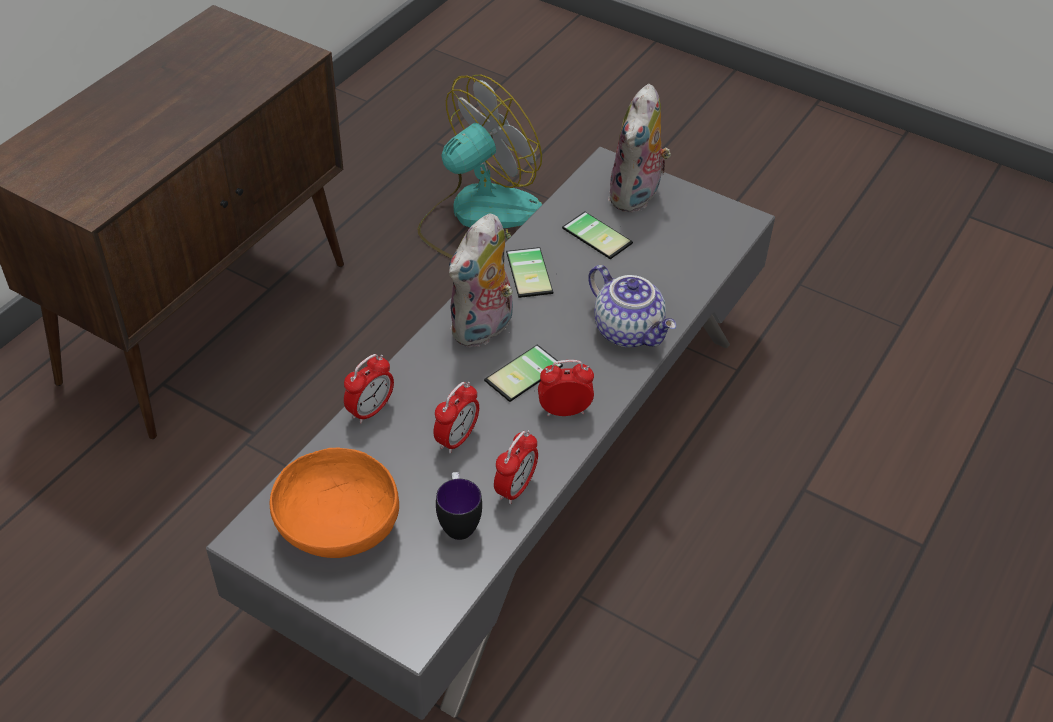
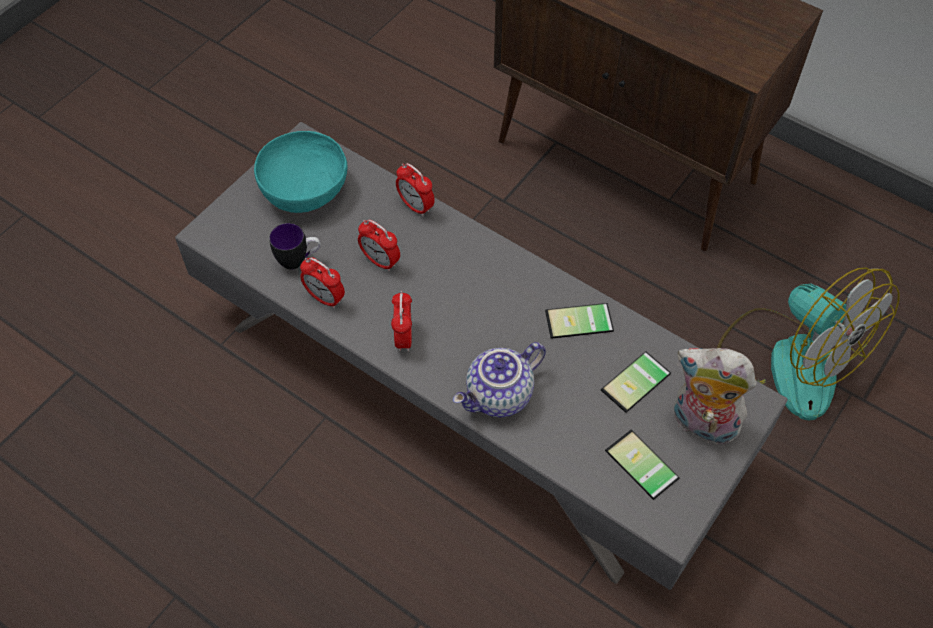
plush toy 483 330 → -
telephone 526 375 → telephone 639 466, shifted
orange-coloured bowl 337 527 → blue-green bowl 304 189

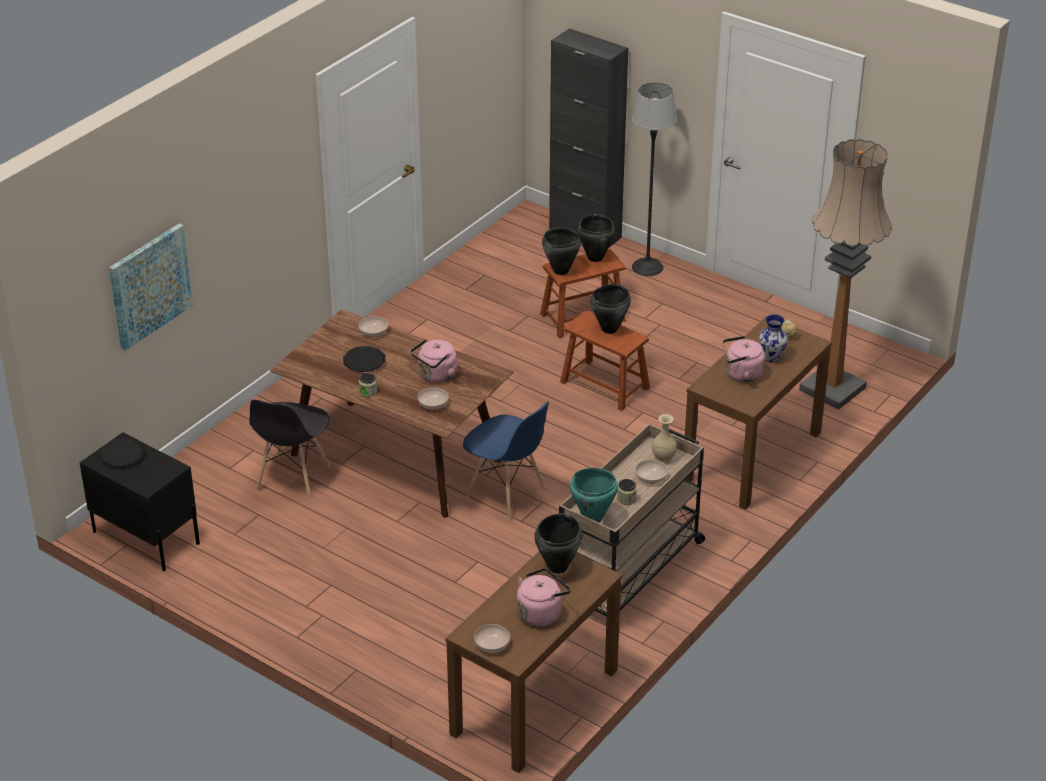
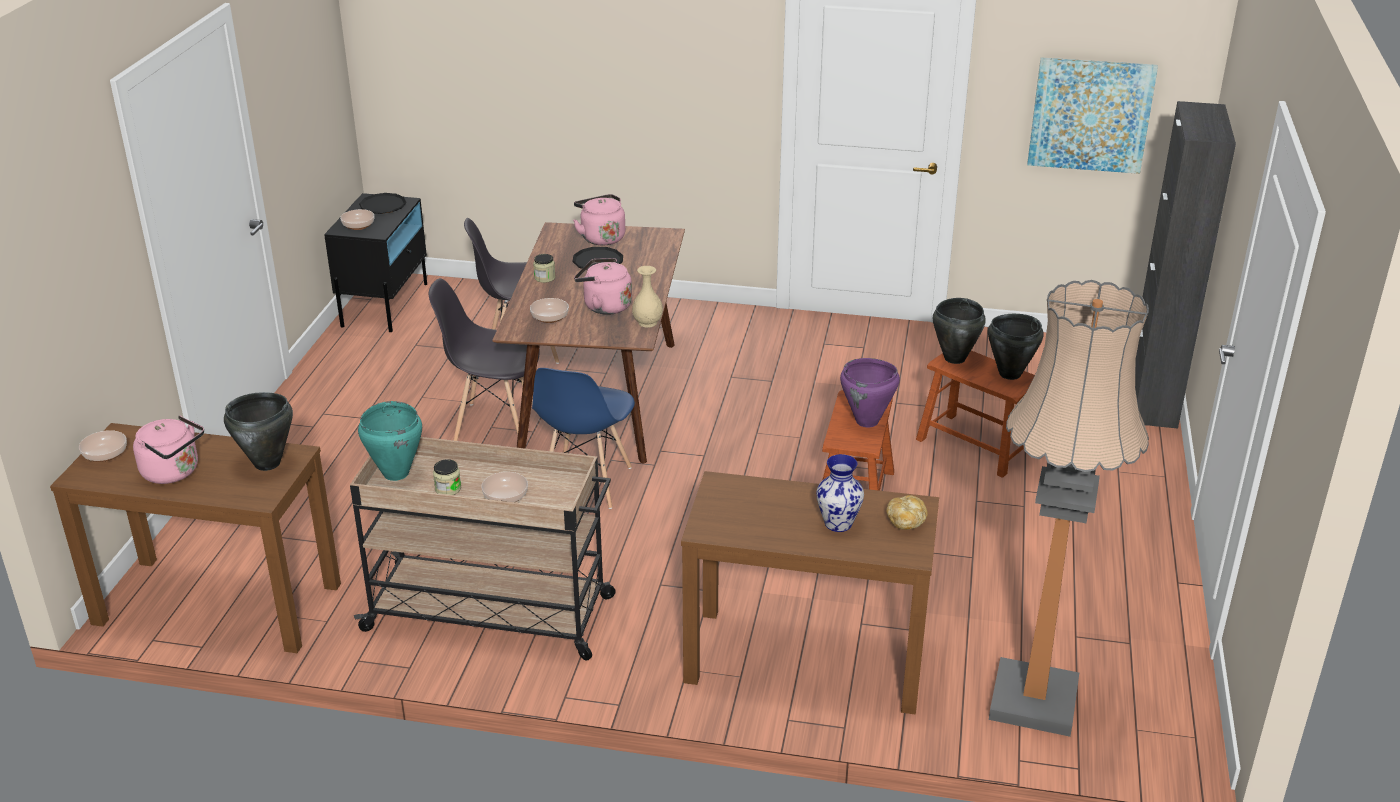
floor lamp 647 267 → -
- → gray chair 494 424
picture 149 285 → picture 1090 114, shifted
bowl 373 331 → bowl 359 225, shifted
sand-coloured vase 663 457 → sand-coloured vase 648 322, shifted
pink water kettle 741 374 → pink water kettle 601 237, shifted
blackish cooking pot 610 329 → purple cooking pot 867 421

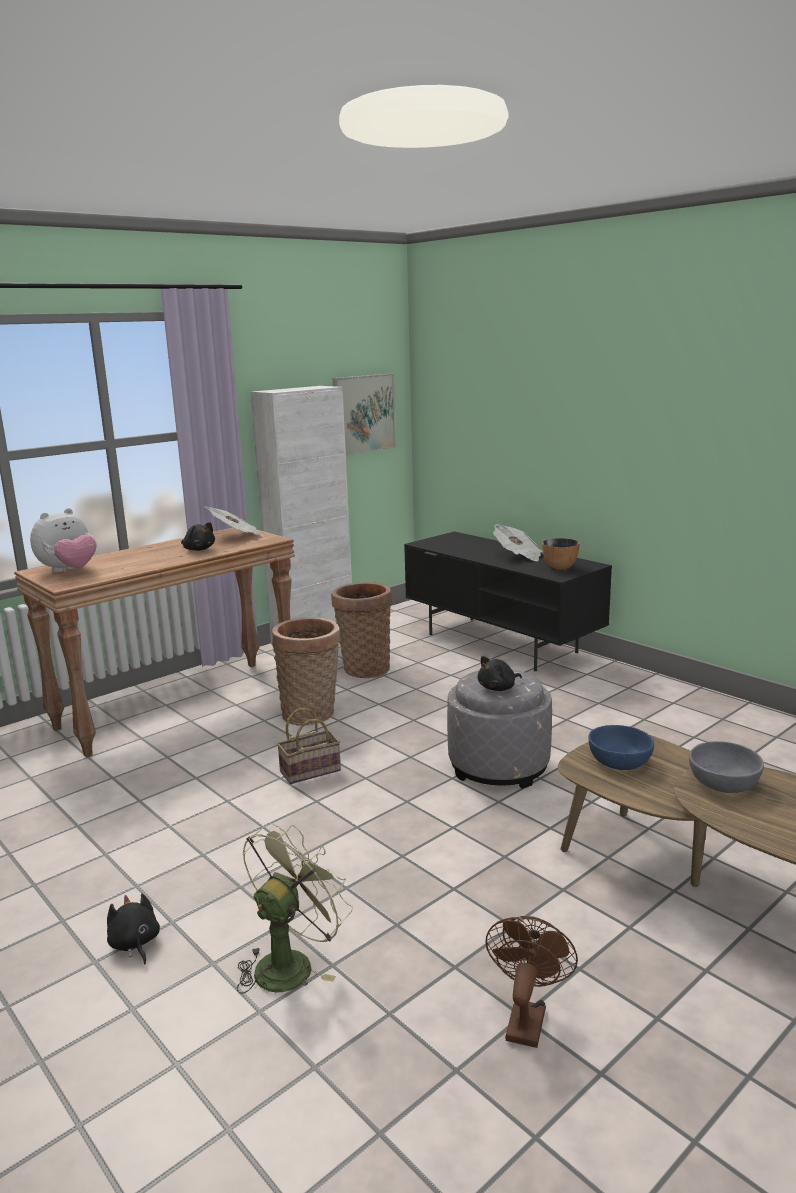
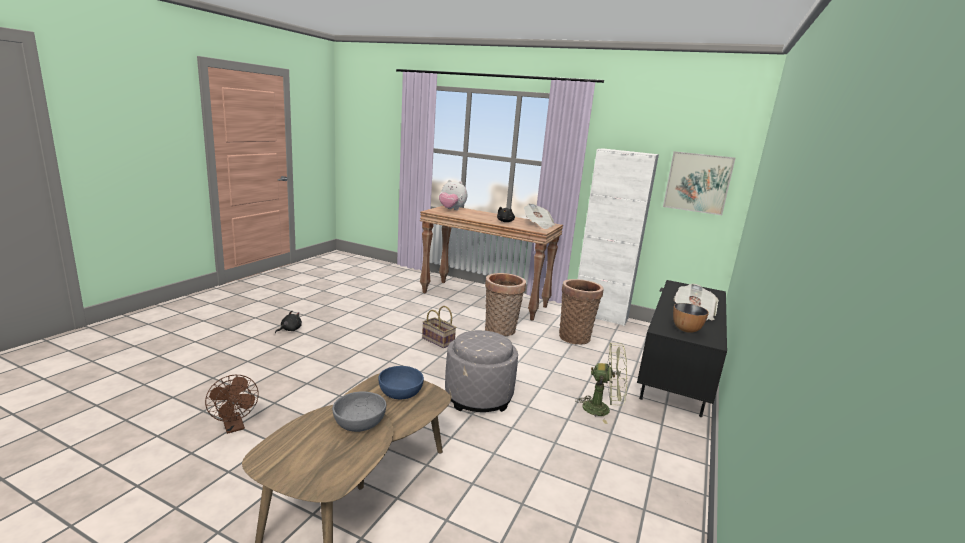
blackish plush toy 498 688 → -
green fan 291 962 → green fan 602 409, shifted
brown-coloured fan 526 1017 → brown-coloured fan 234 427, 60 degrees clockwise

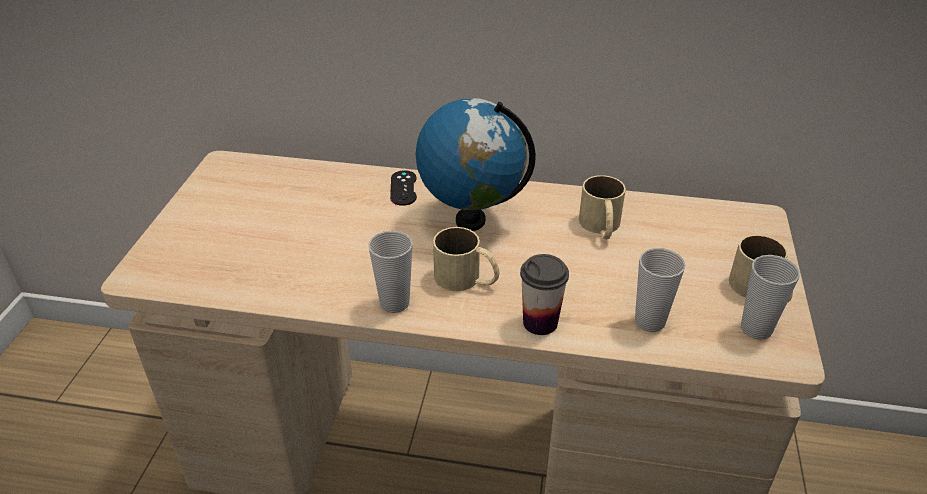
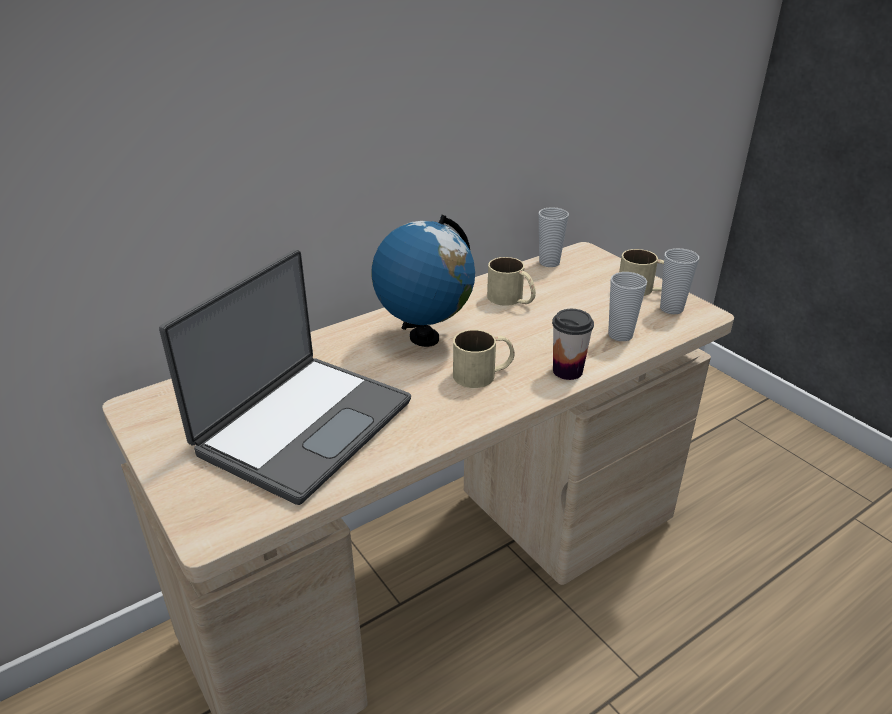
blackish joypad 403 188 → -
- → laptop 302 425
cup 394 303 → cup 549 263, shifted

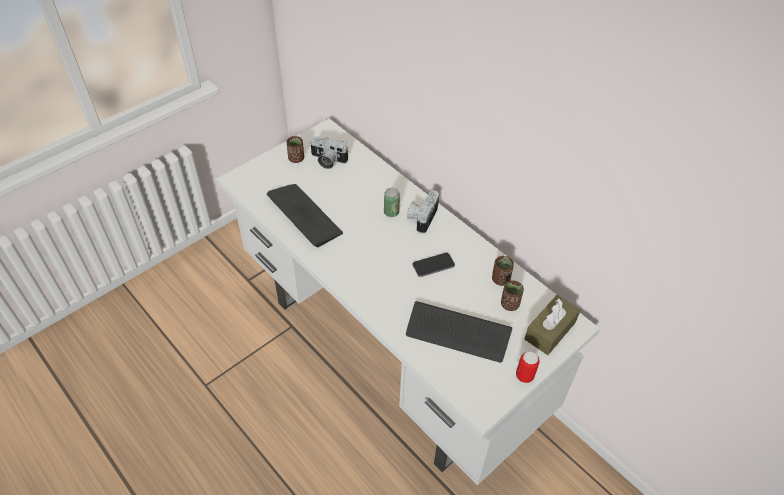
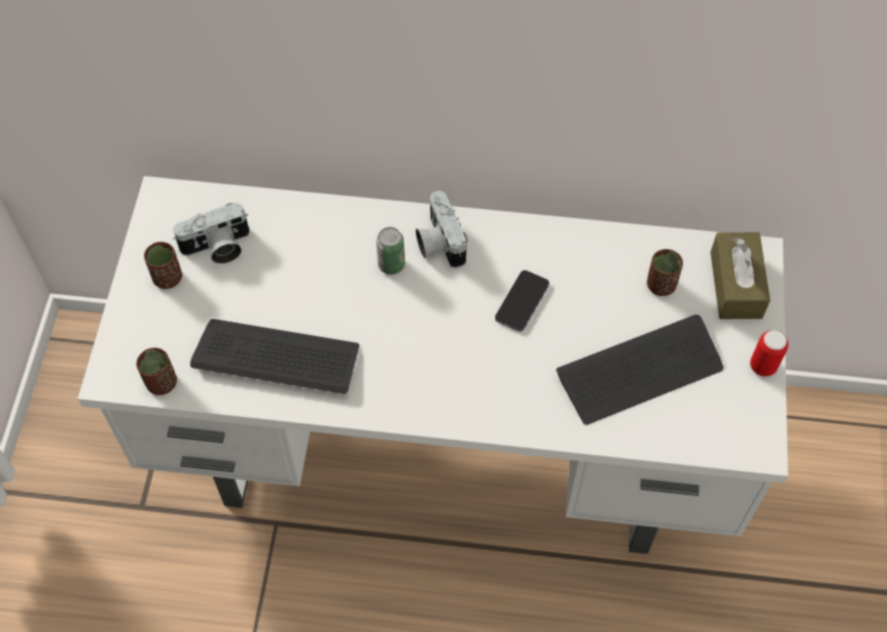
brown-coloured cup 500 279 → brown-coloured cup 161 383, shifted

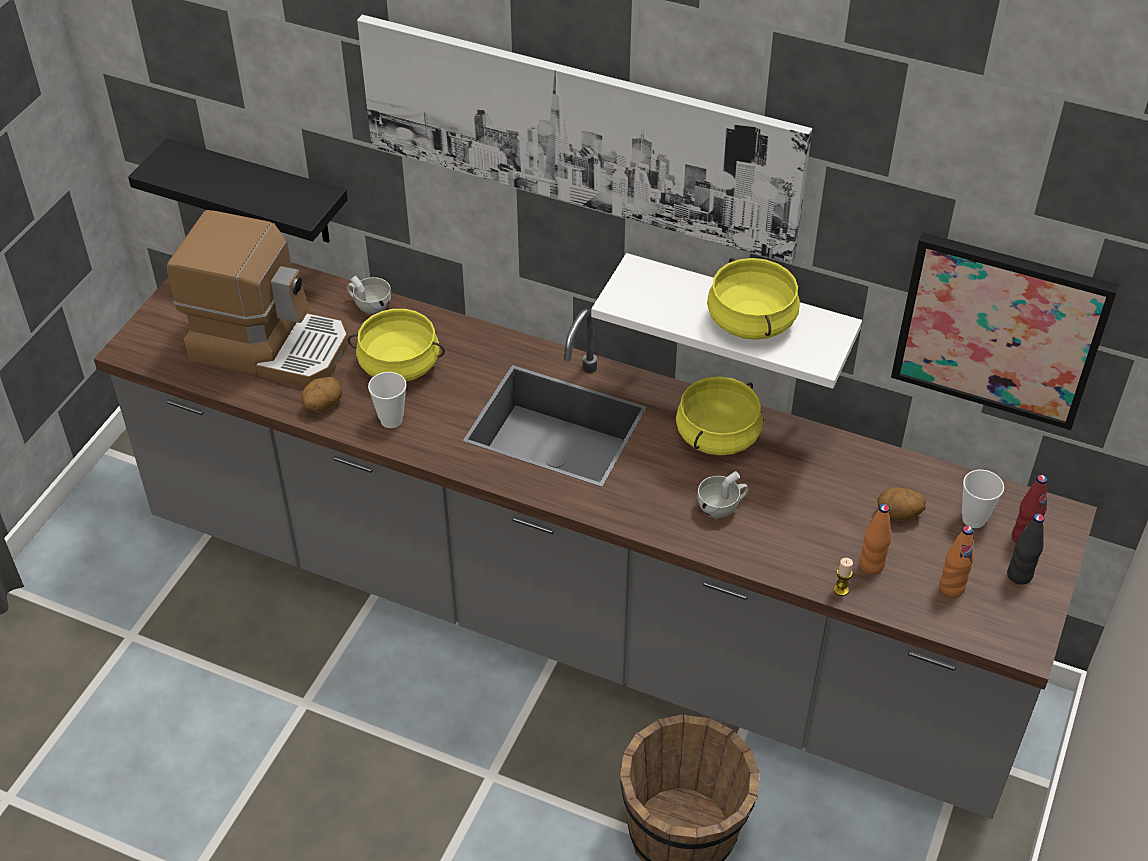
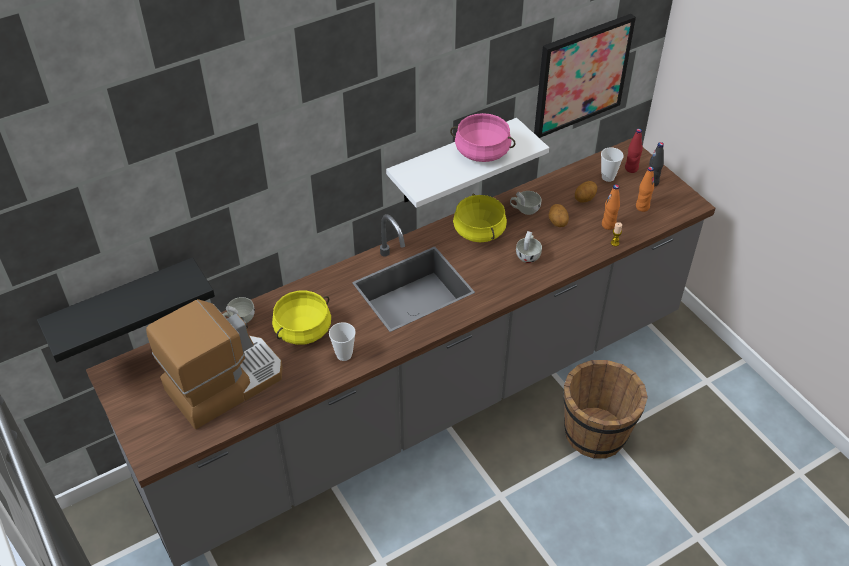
picture 578 135 → -
- → white-coloured cup 524 209
whole potato 323 405 → whole potato 557 223, shifted
yellow-coloured cooking pot 750 320 → pink cooking pot 482 152

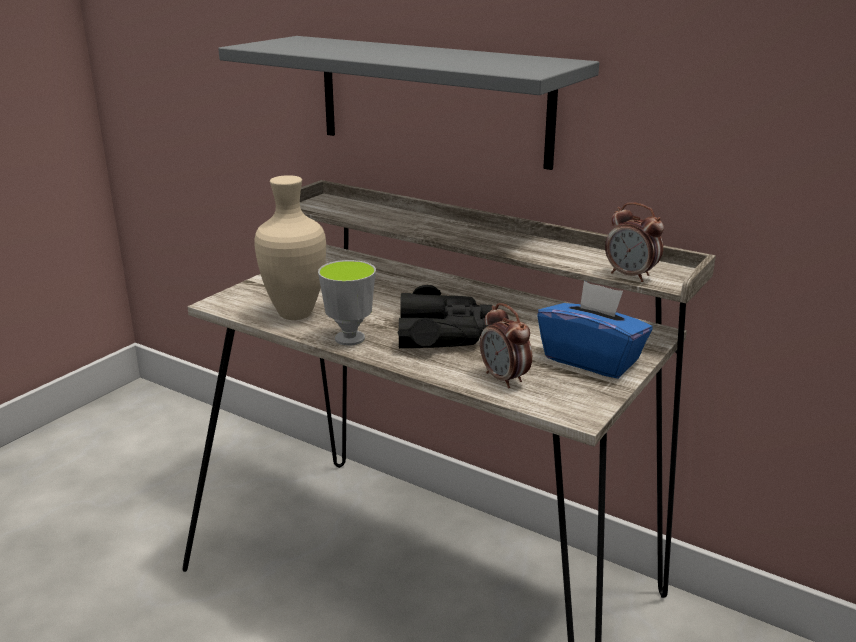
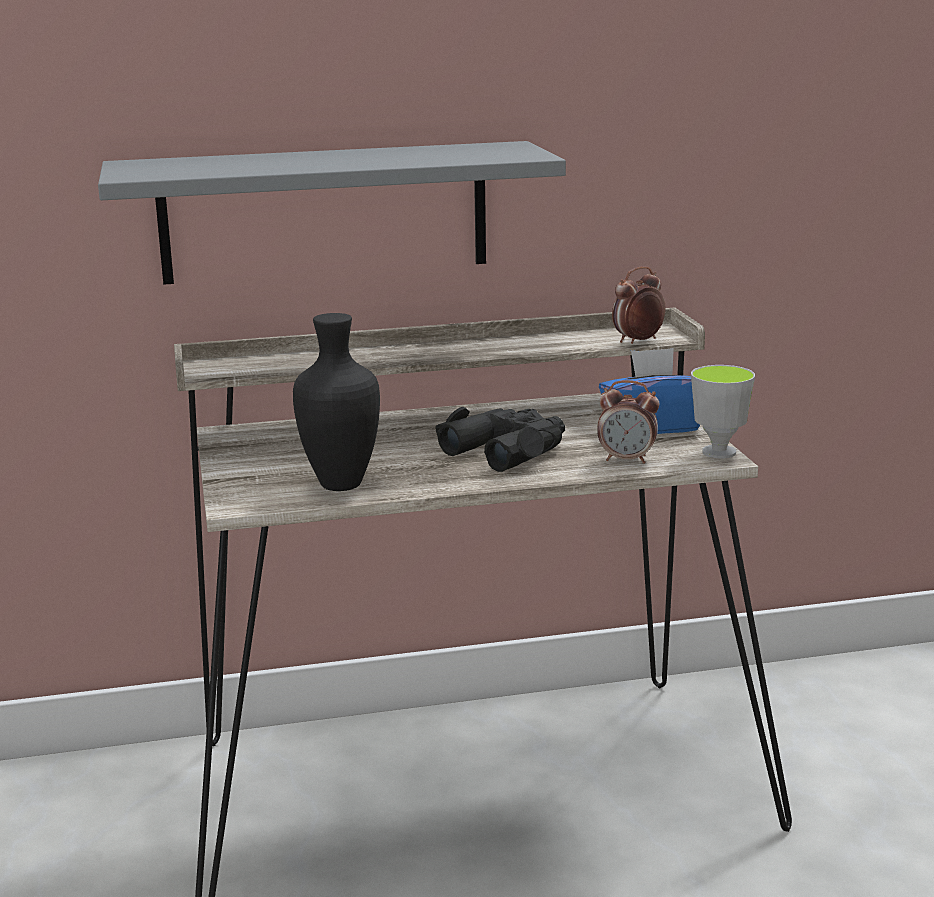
cup 350 338 → cup 719 452, shifted
sand-coloured vase 296 313 → blackish vase 340 484
alarm clock 631 276 → alarm clock 637 341, 150 degrees clockwise

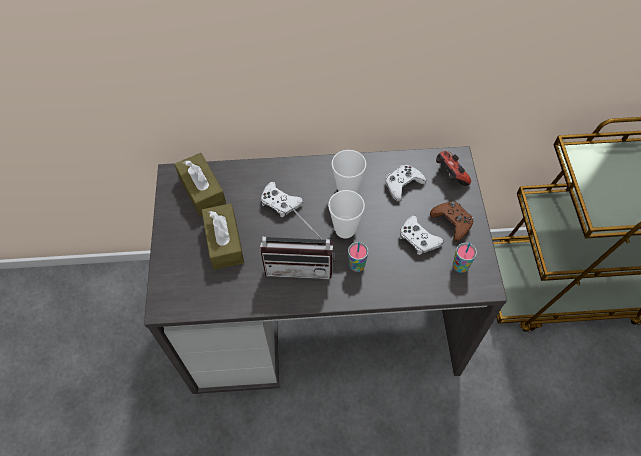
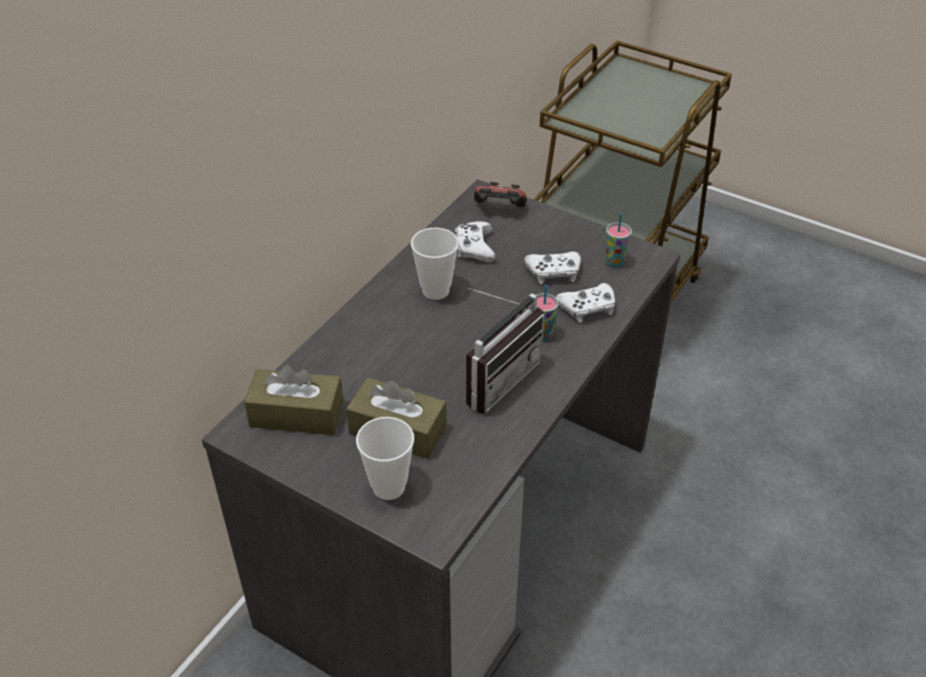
brown-coloured joypad 452 222 → -
white-coloured joypad 280 202 → white-coloured joypad 587 308, shifted
cup 345 230 → cup 388 487, shifted

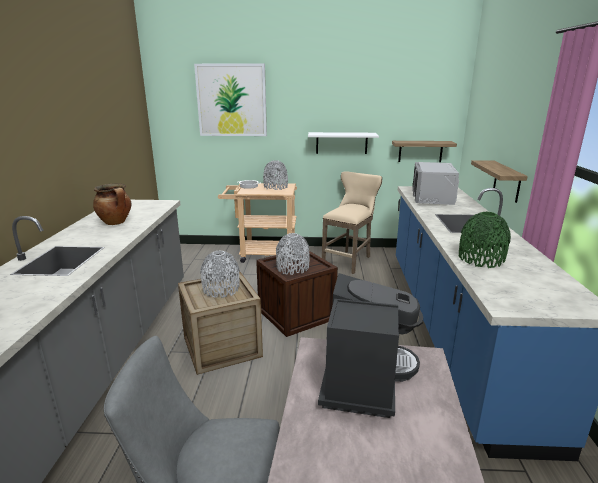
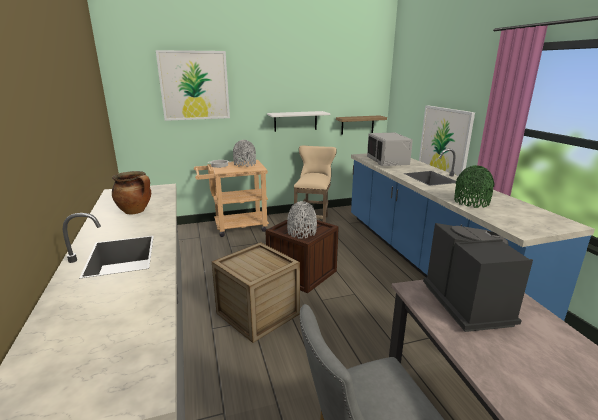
gray vase 221 289 → -
wall shelf 507 181 → picture 444 143

